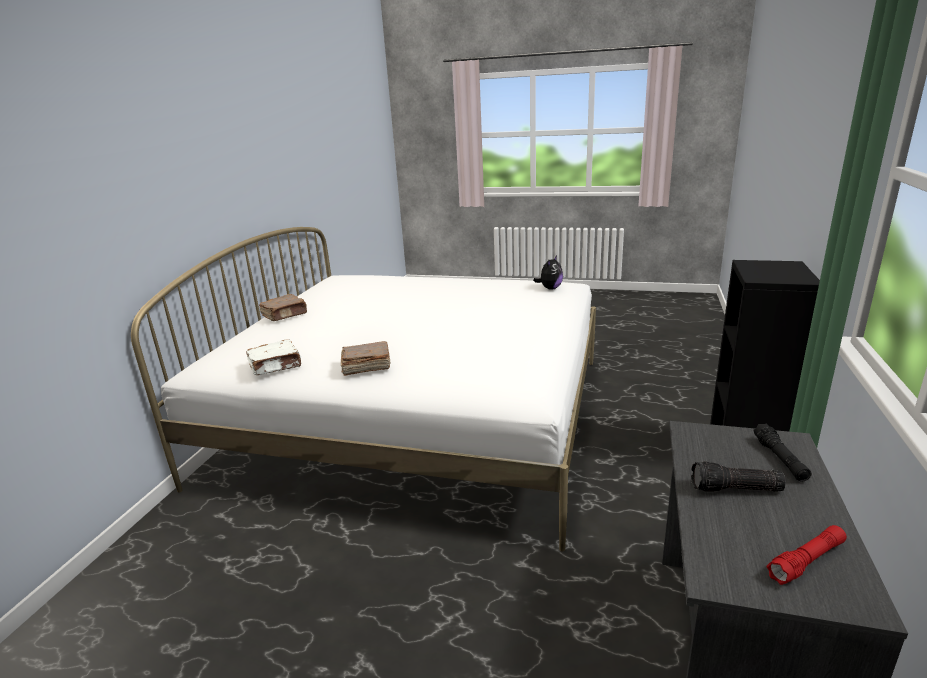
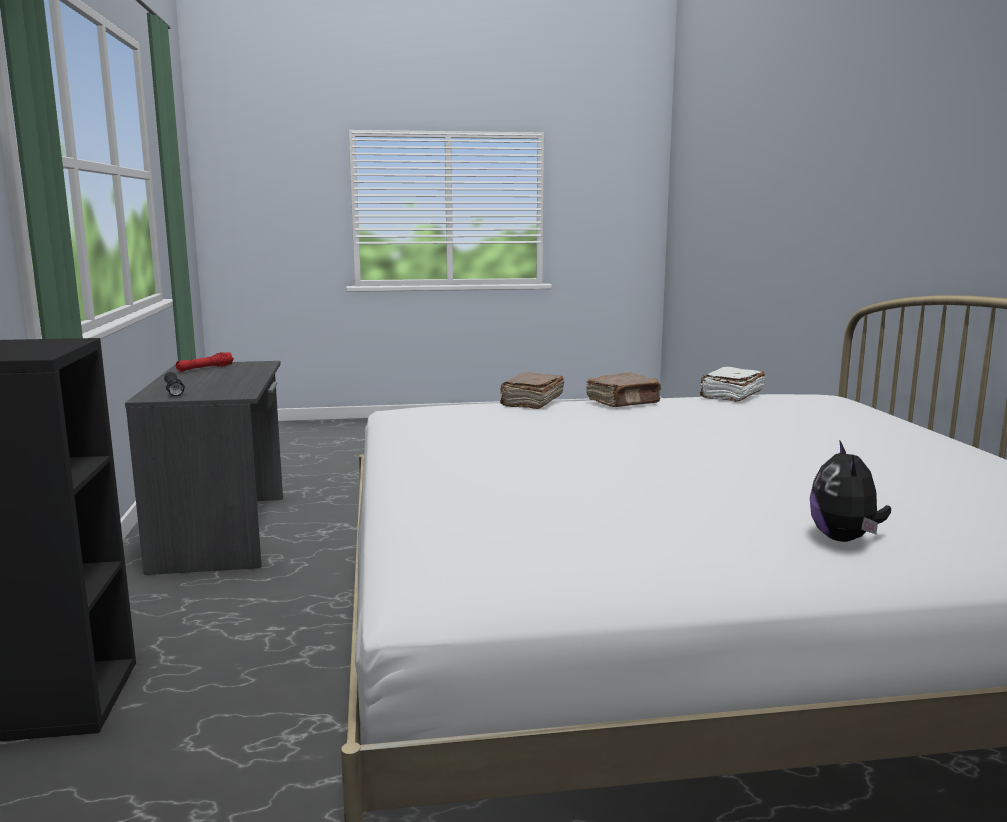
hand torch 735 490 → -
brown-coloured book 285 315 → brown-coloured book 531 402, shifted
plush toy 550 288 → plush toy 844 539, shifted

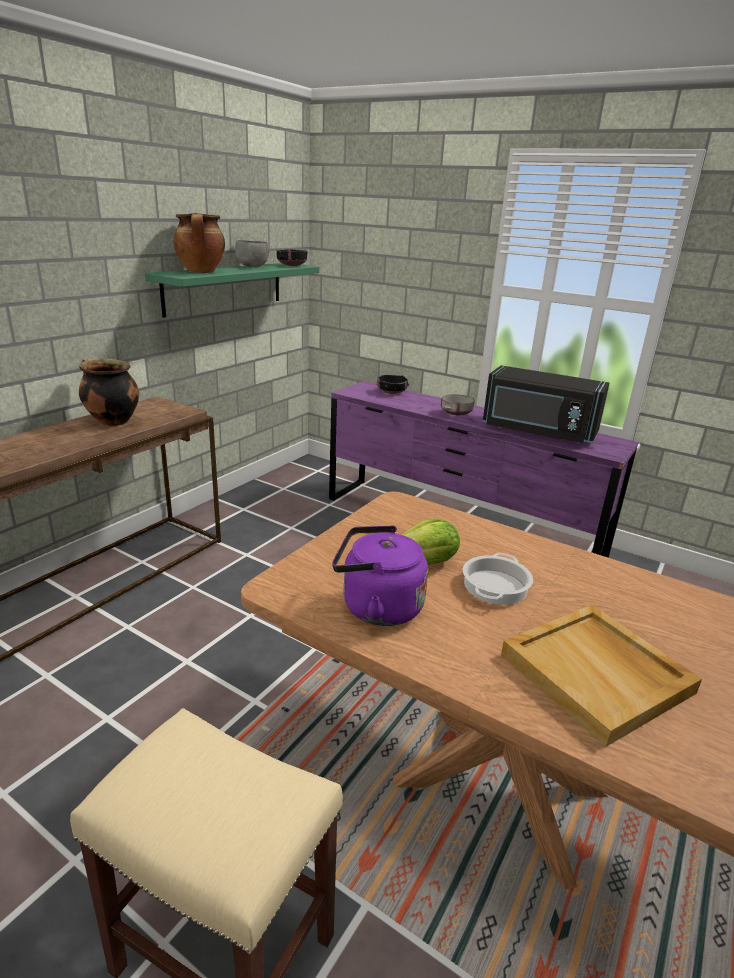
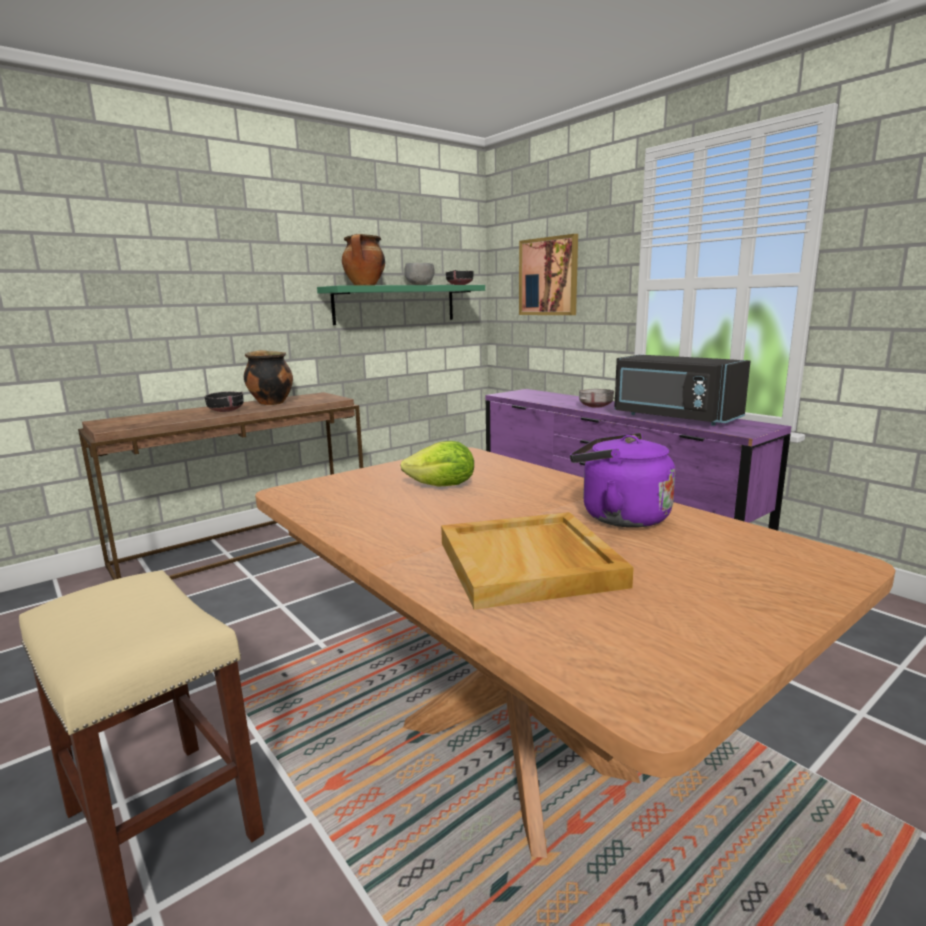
cooking pot 494 585 → -
- → picture 548 276
purple water kettle 376 607 → purple water kettle 619 516, shifted
blackish bowl 391 392 → blackish bowl 226 411, shifted

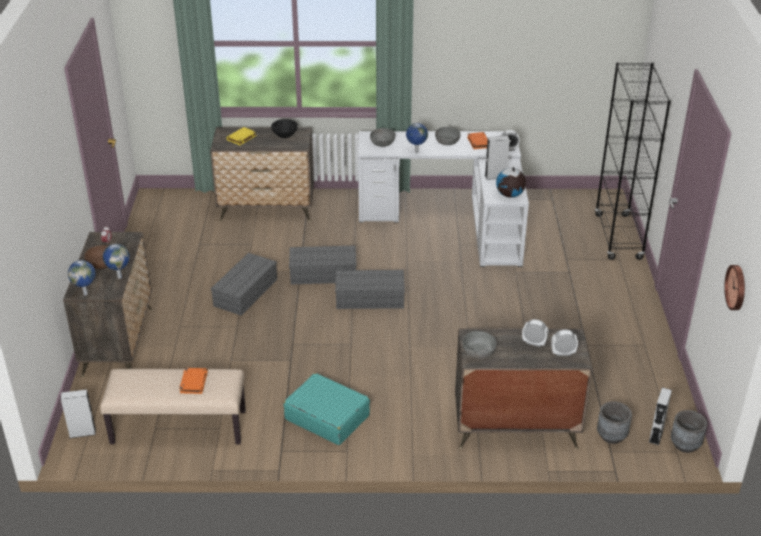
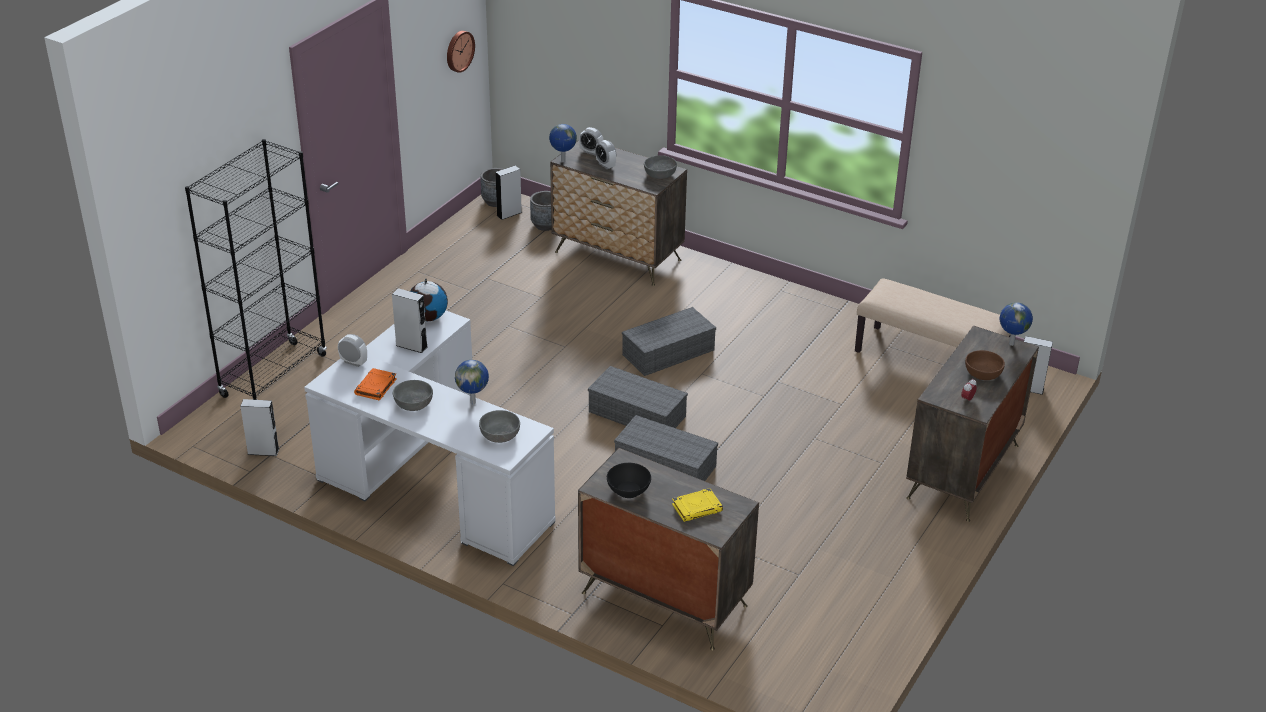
orange-coloured book 193 382 → -
blue-green travel case 327 417 → -
- → gray loudspeaker 263 451
desk globe 119 277 → desk globe 563 161, shifted
gray storage container 245 291 → gray storage container 667 353, shifted

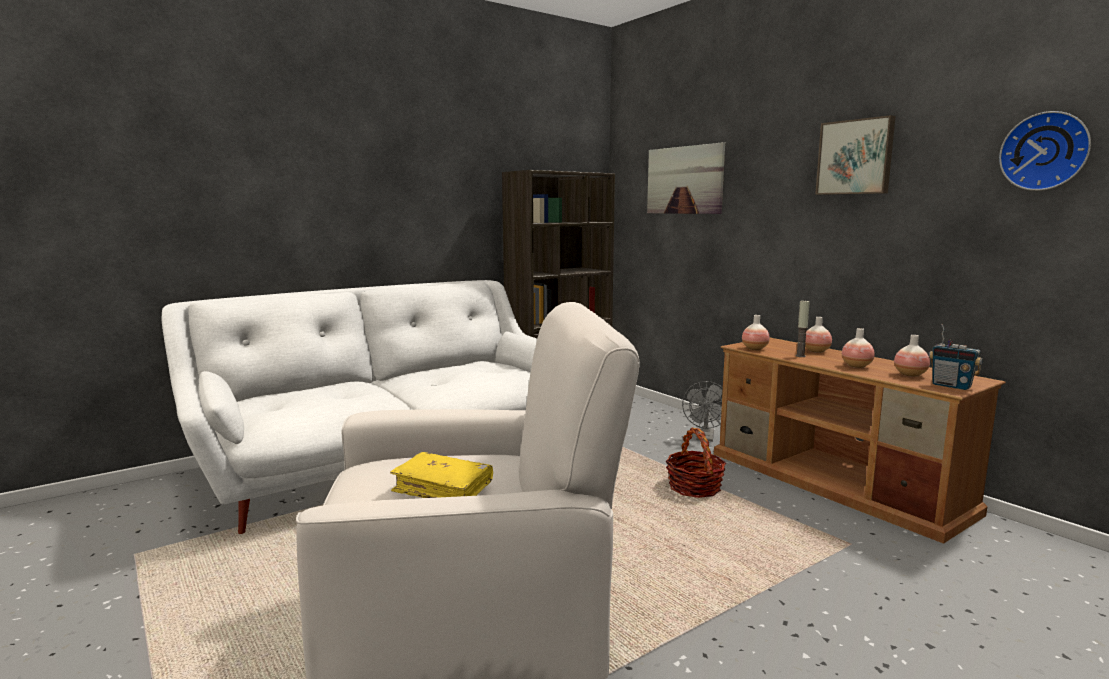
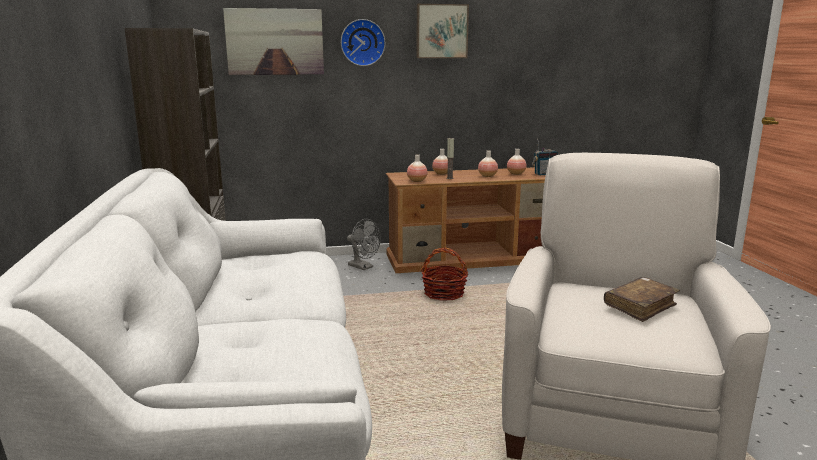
clock on the wall 1045 151 → clock on the wall 362 42, shifted
yellow-coloured book 443 489 → brown-coloured book 640 306

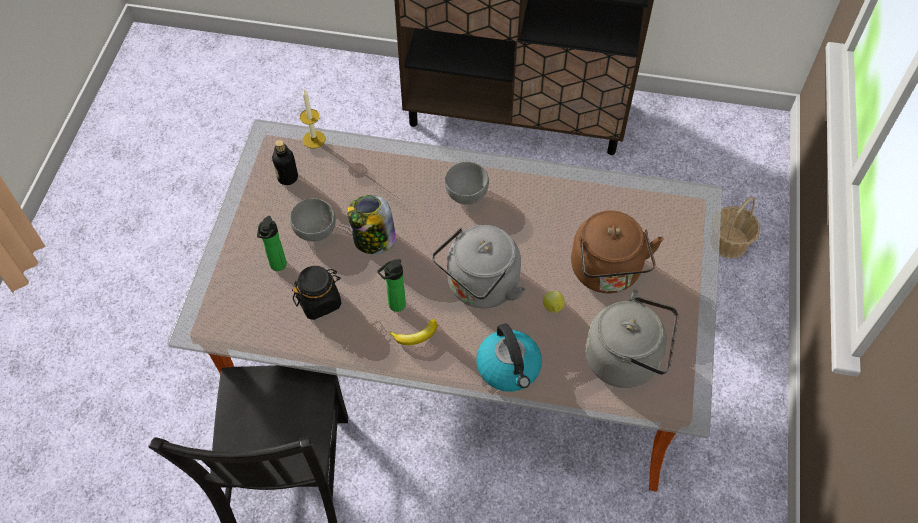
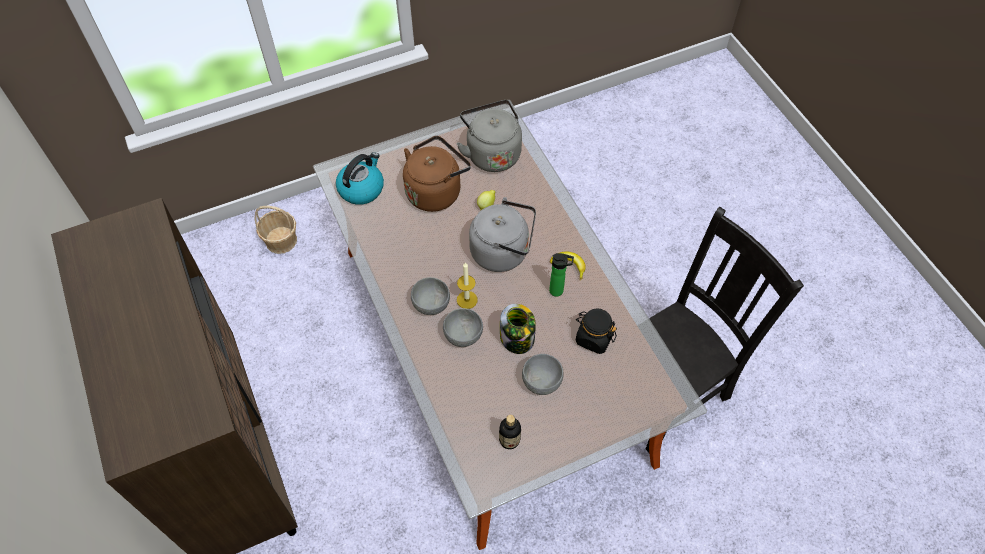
drink bottle 277 266 → -
- → gray bowl 462 336
wax candle 314 139 → wax candle 467 300, shifted
water kettle 509 368 → water kettle 361 188, shifted

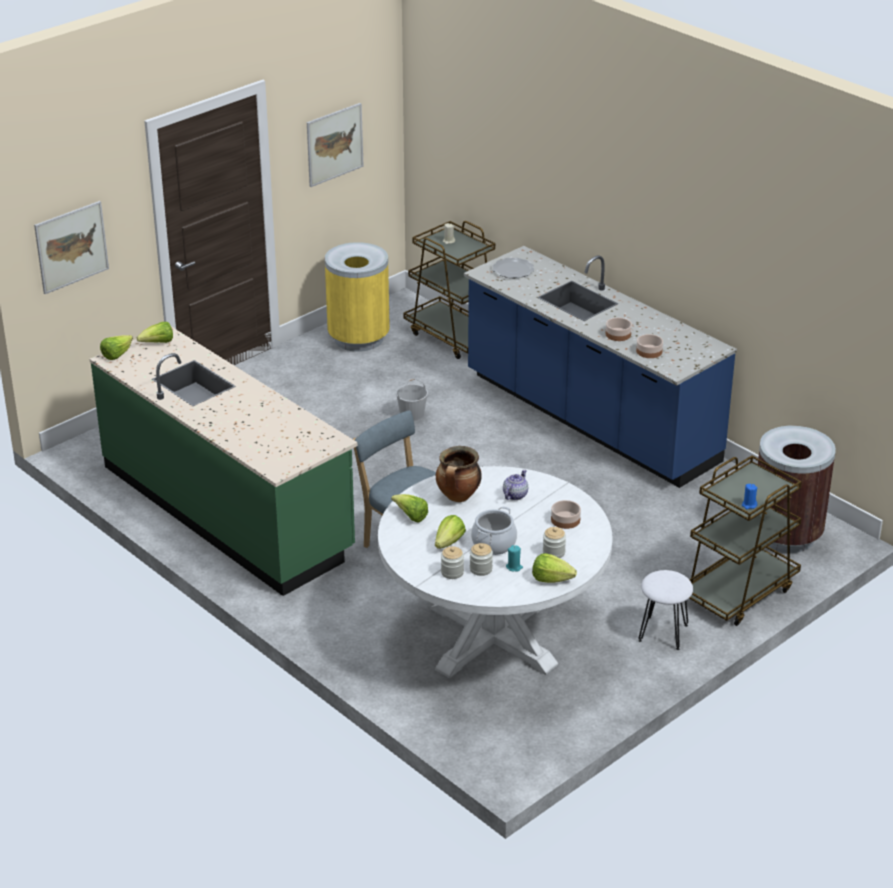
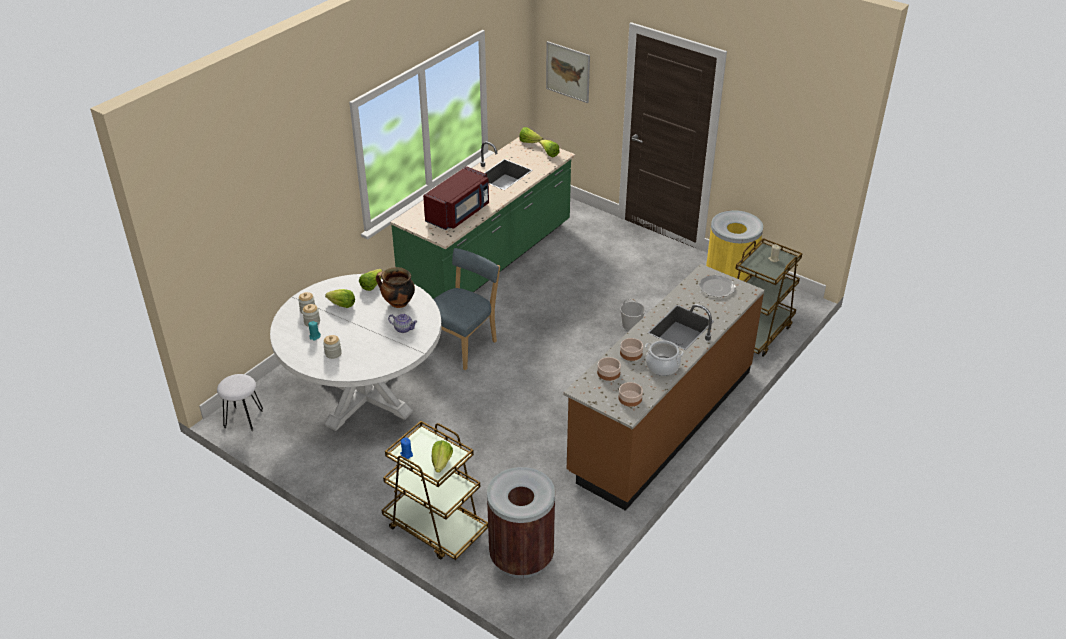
picture 334 144 → -
- → reddish kitchen microwave 459 213
cooking pot 493 543 → cooking pot 662 366, shifted
head of lettuce 551 579 → head of lettuce 441 463, shifted
bowl 565 520 → bowl 629 398, shifted
white-coloured stool 662 633 → white-coloured stool 243 418, shifted
blue kitchen counter 590 420 → brown-coloured kitchen counter 661 421

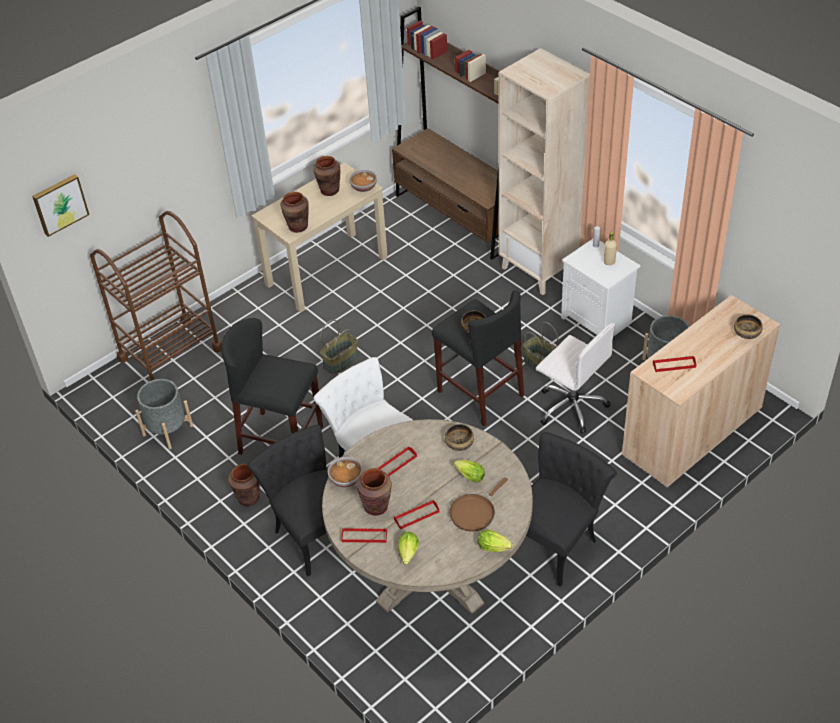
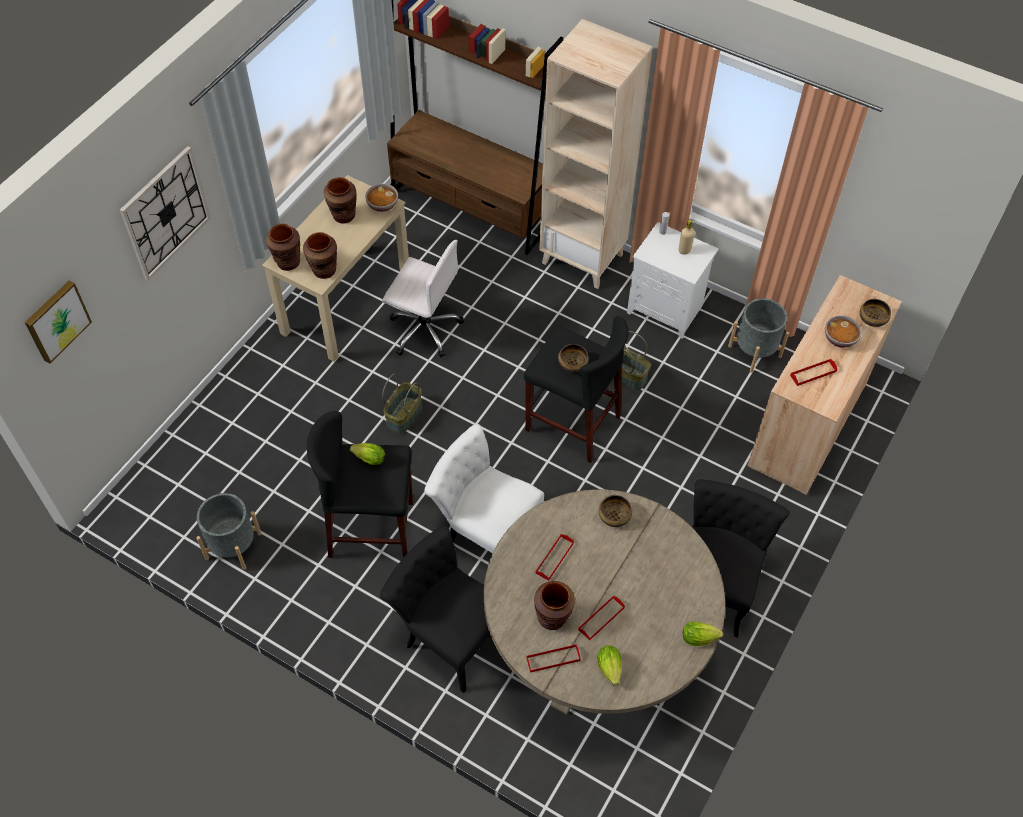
brown-coloured trolley 170 354 → -
brown-coloured frying pan 474 512 → -
- → clock on the wall 165 213
brown-coloured vase 248 498 → brown-coloured vase 288 262, shifted
bowl 346 479 → bowl 840 339, shifted
head of lettuce 468 476 → head of lettuce 367 458, shifted
white-coloured computer chair 571 406 → white-coloured computer chair 424 329, shifted

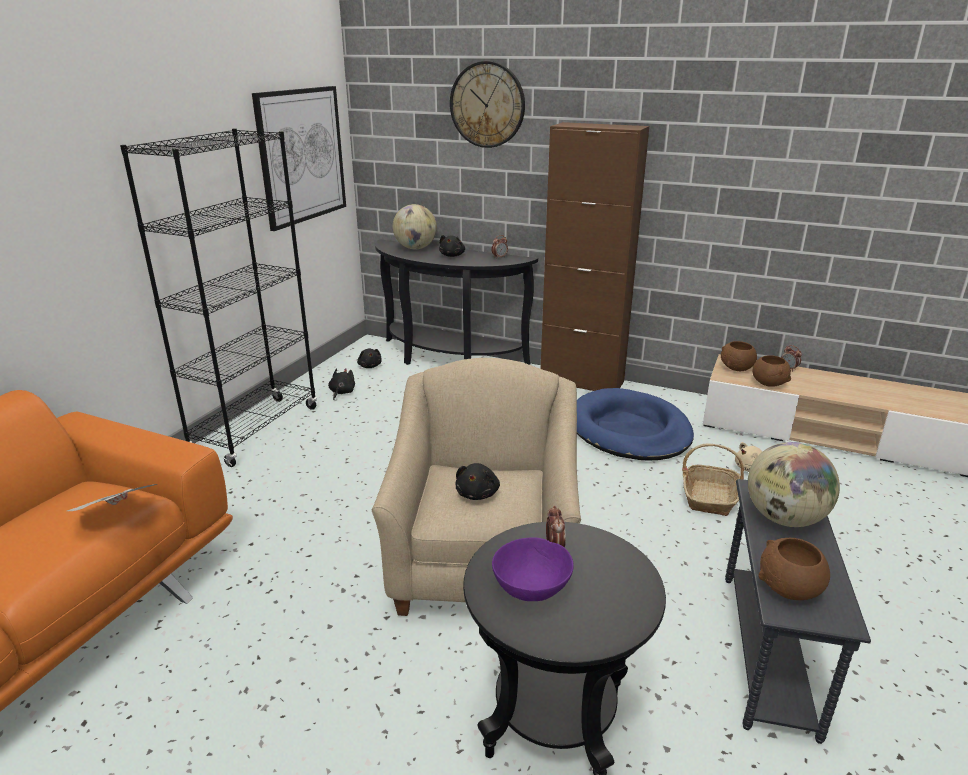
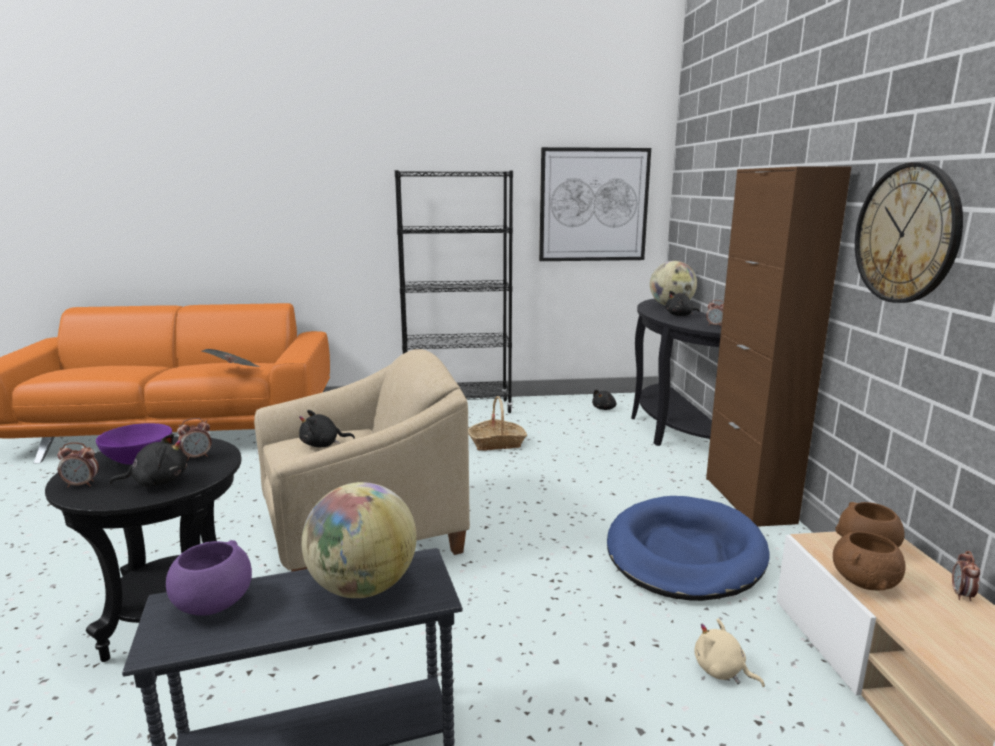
- → alarm clock 82 485
blackish plush toy 341 392 → blackish plush toy 157 482, shifted
clock on the wall 487 105 → clock on the wall 906 234, shifted
basket 710 497 → basket 497 443, shifted
brown-coloured bowl 789 589 → purple bowl 212 604

